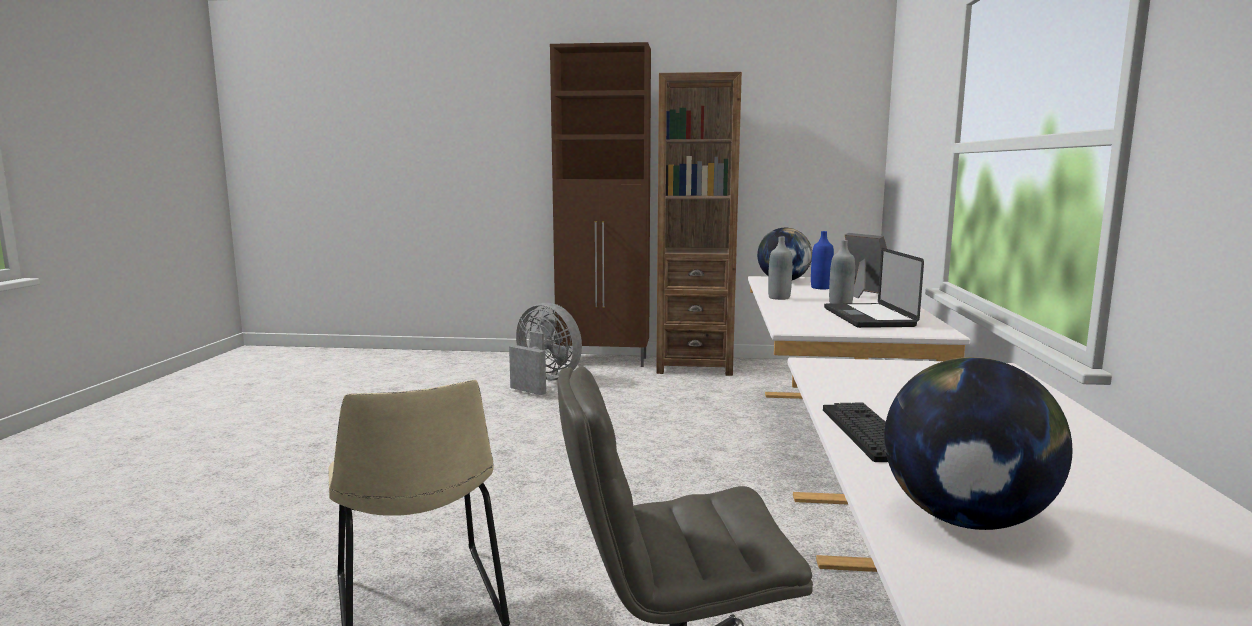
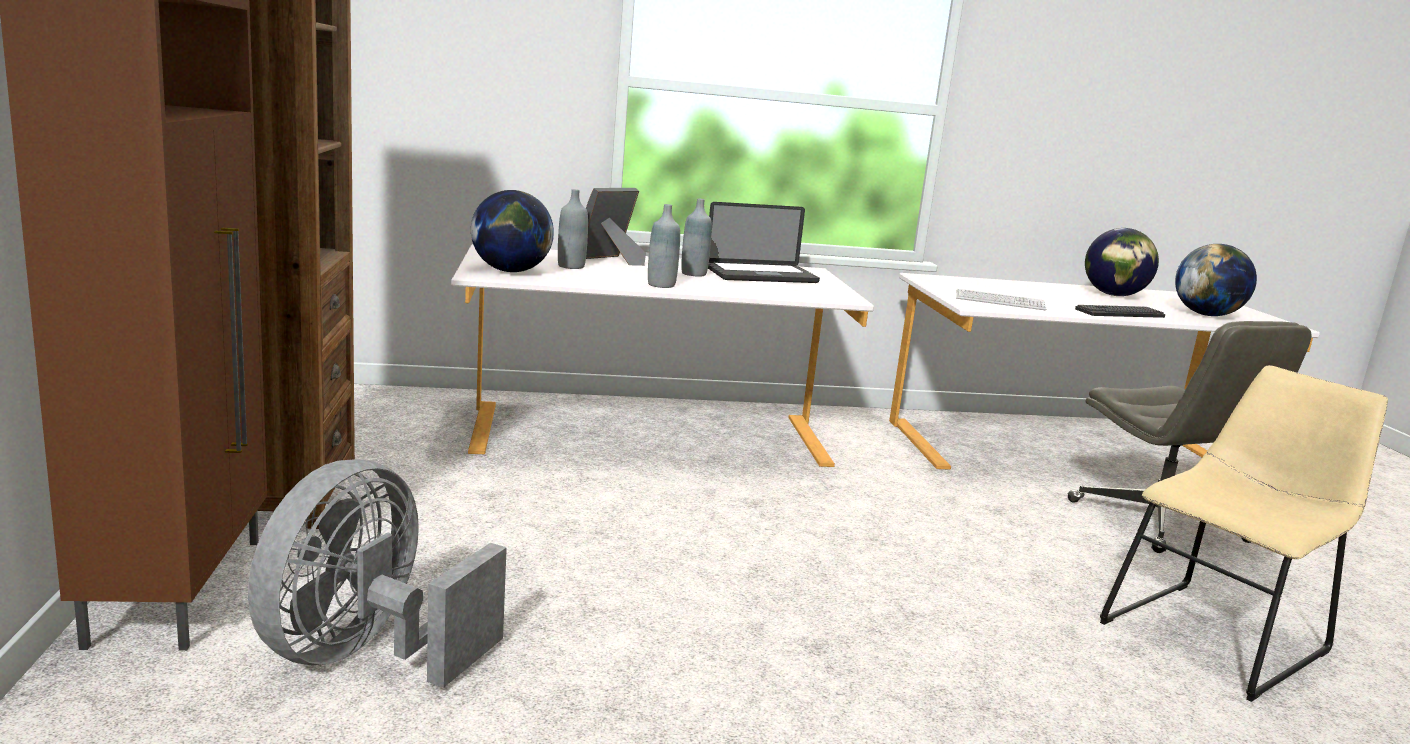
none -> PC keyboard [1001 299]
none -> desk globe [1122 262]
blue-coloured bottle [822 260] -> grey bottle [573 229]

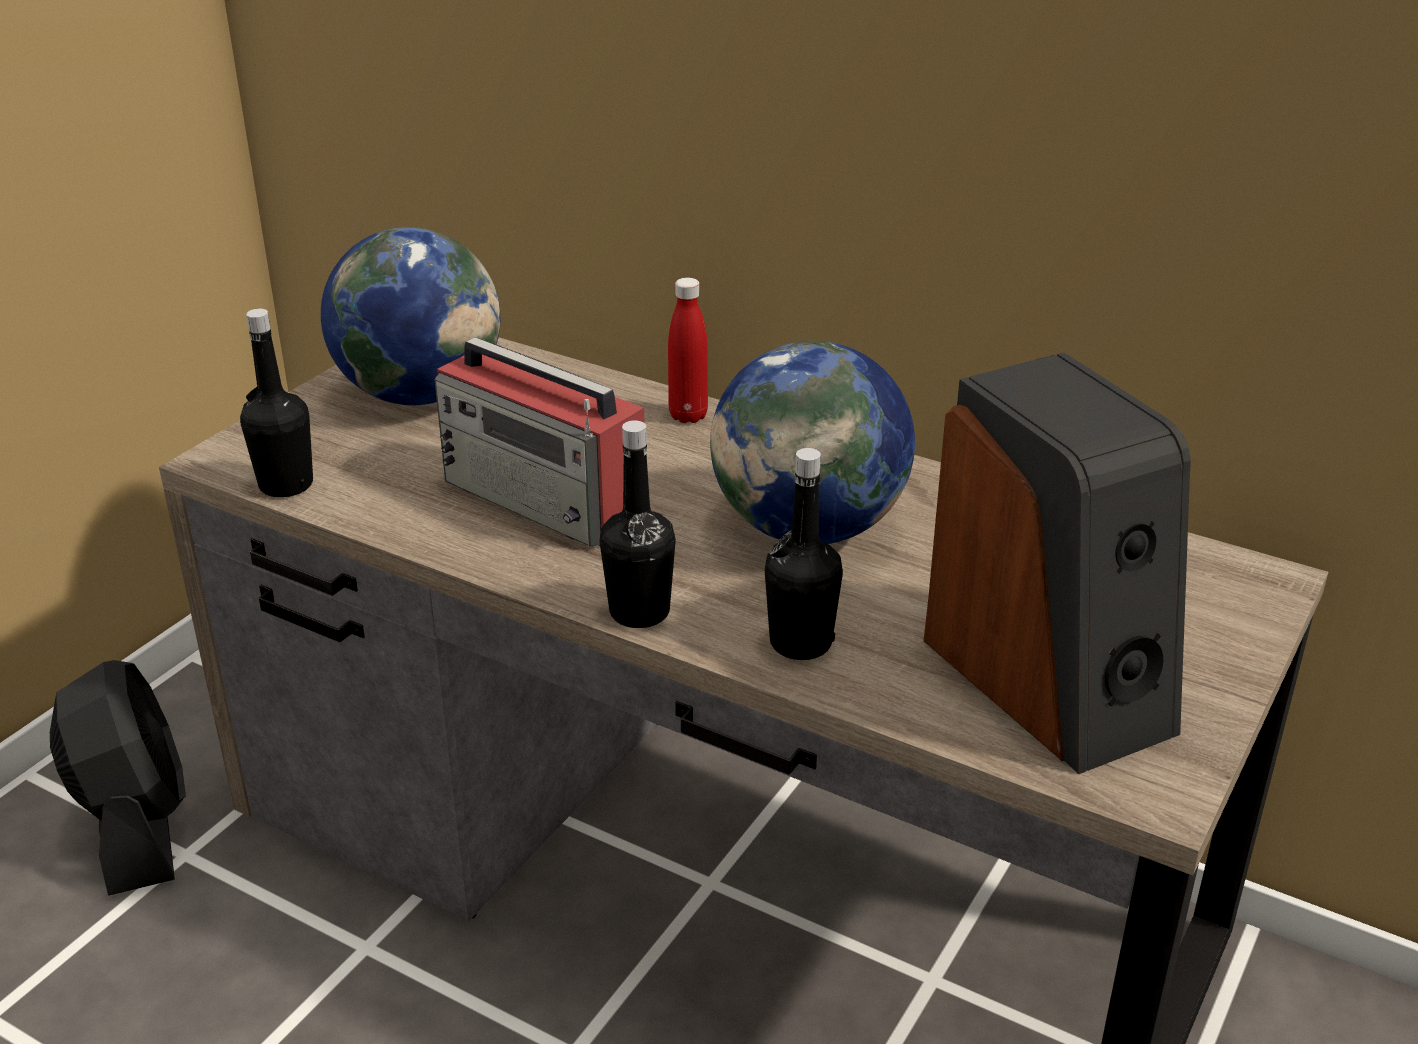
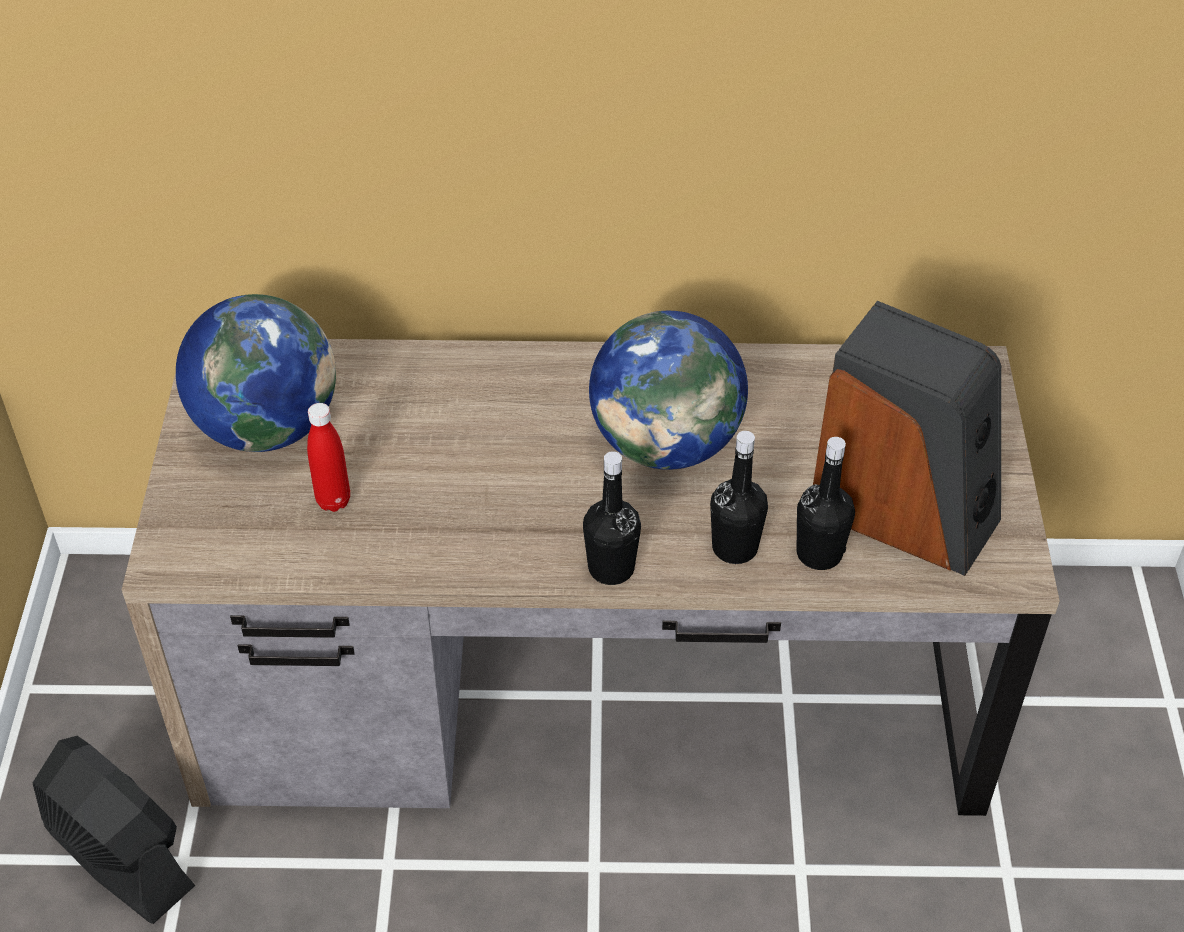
radio [539 442] -> none
black bottle [276 403] -> black bottle [826 503], relocated
red-coloured bottle [688 350] -> red-coloured bottle [328 457], relocated

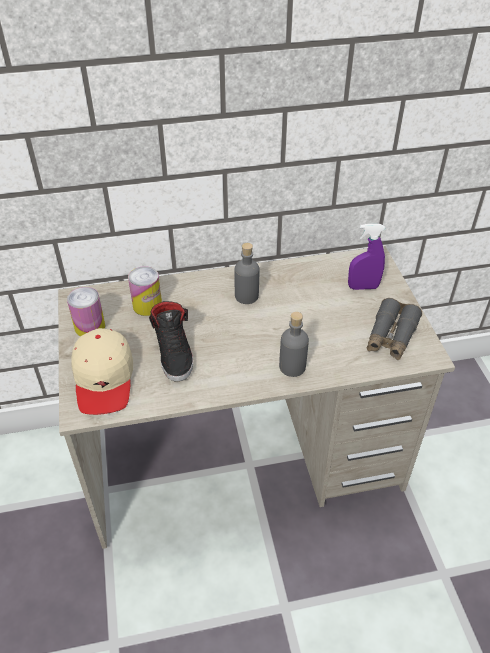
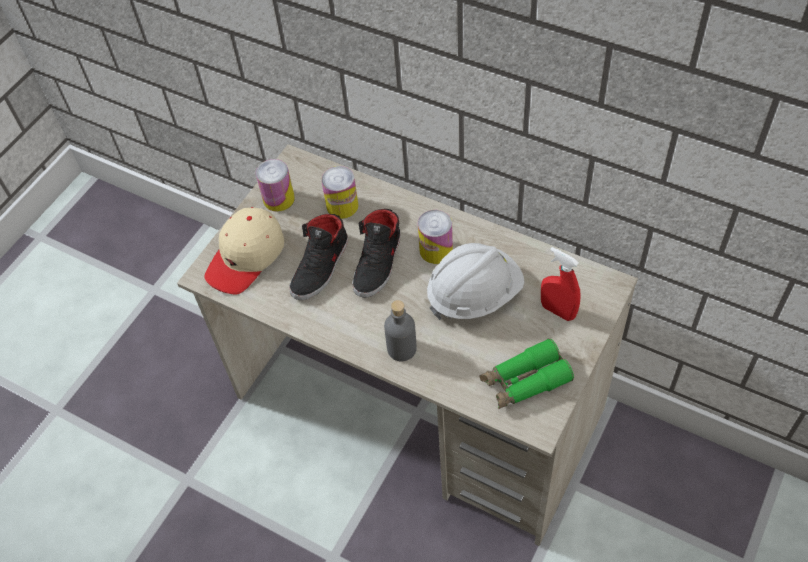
none -> black low shoe [376 253]
none -> whitish work helmet [476 281]
grey bottle [247 273] -> metal can [435 237]
purple sprayer [366 257] -> red-coloured sprayer [561 284]
grey field glasses [394 329] -> greenish field glasses [527 373]

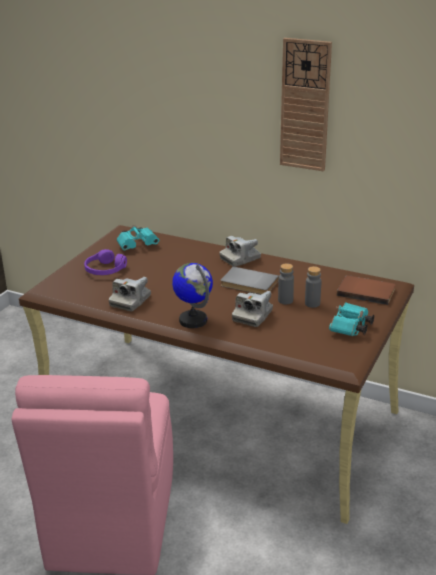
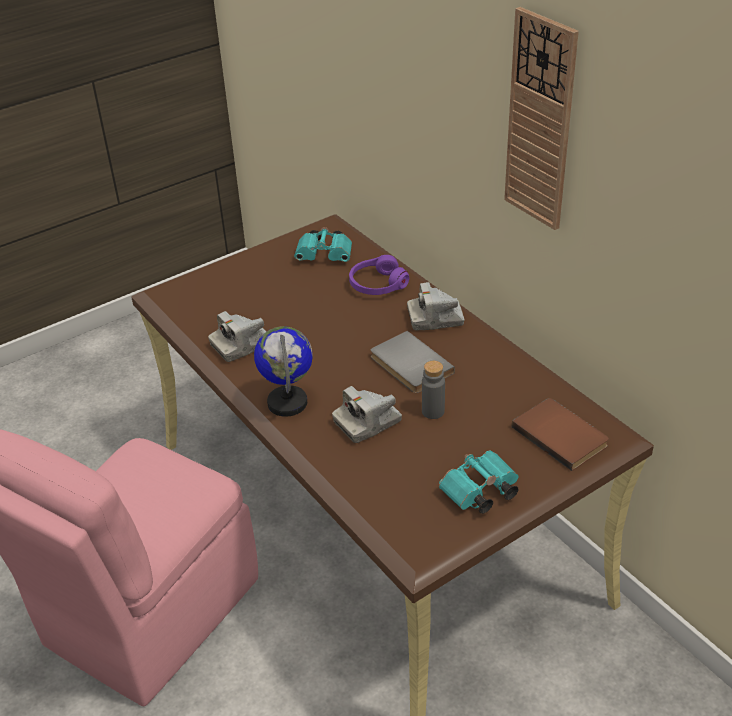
grey bottle [313 287] -> none
purple headset [105 262] -> purple headset [379 275], relocated

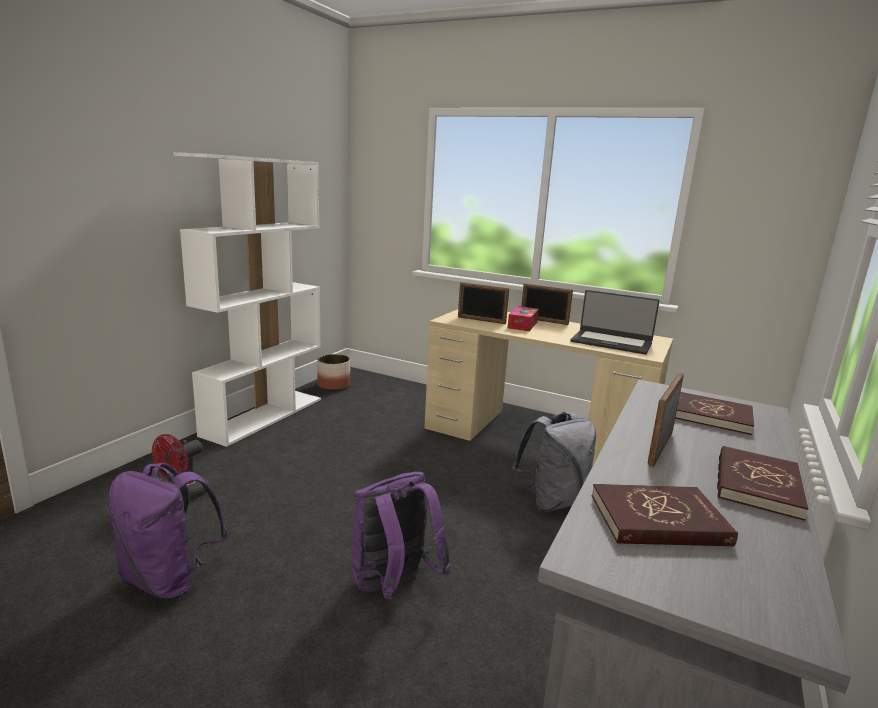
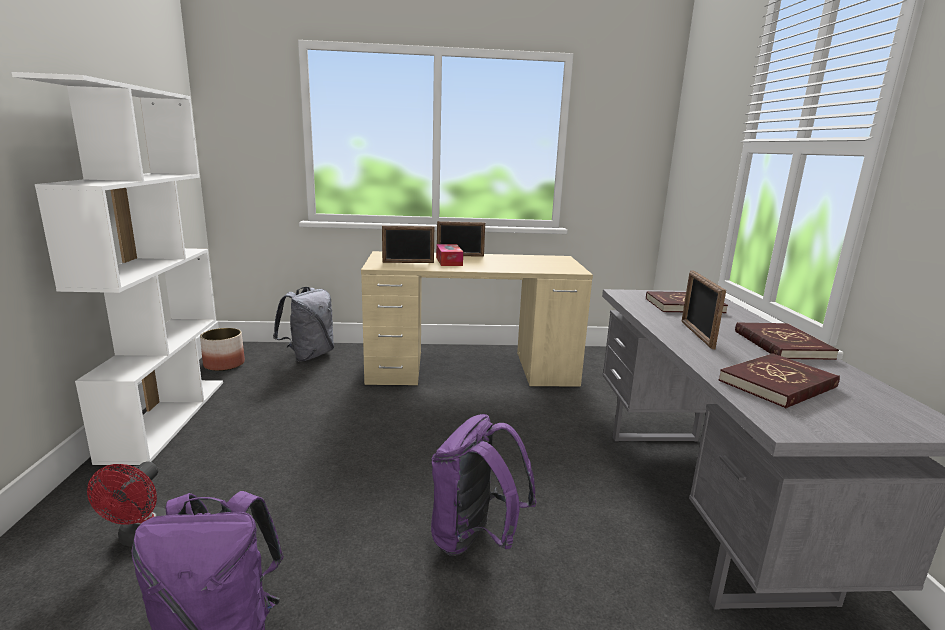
laptop [615 322] -> none
grey knapsack [554 461] -> grey knapsack [303 324], relocated

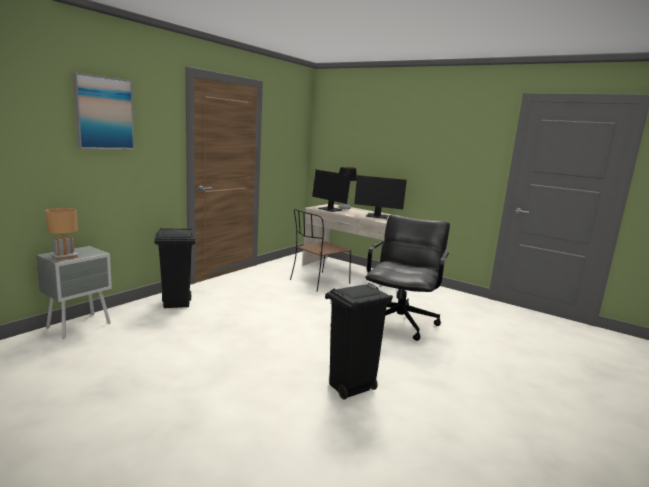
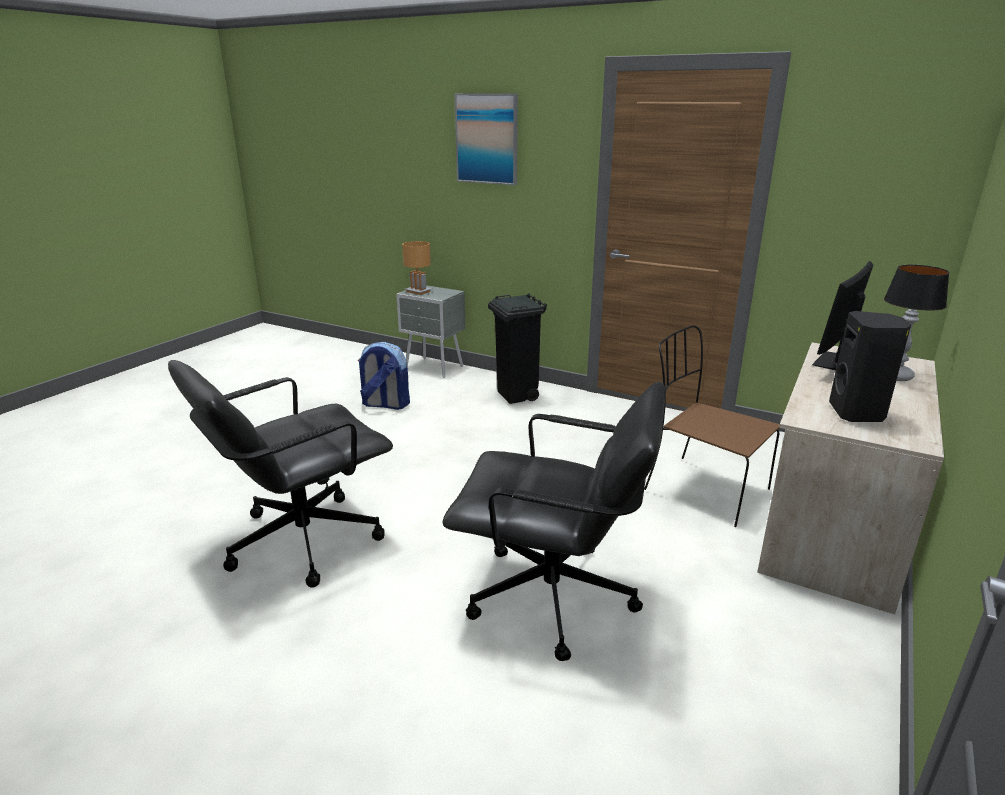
none -> knapsack [384 376]
black rubbish bin [359 341] -> black office chair [280 474]
monitor [380 197] -> black audio speaker [870 366]

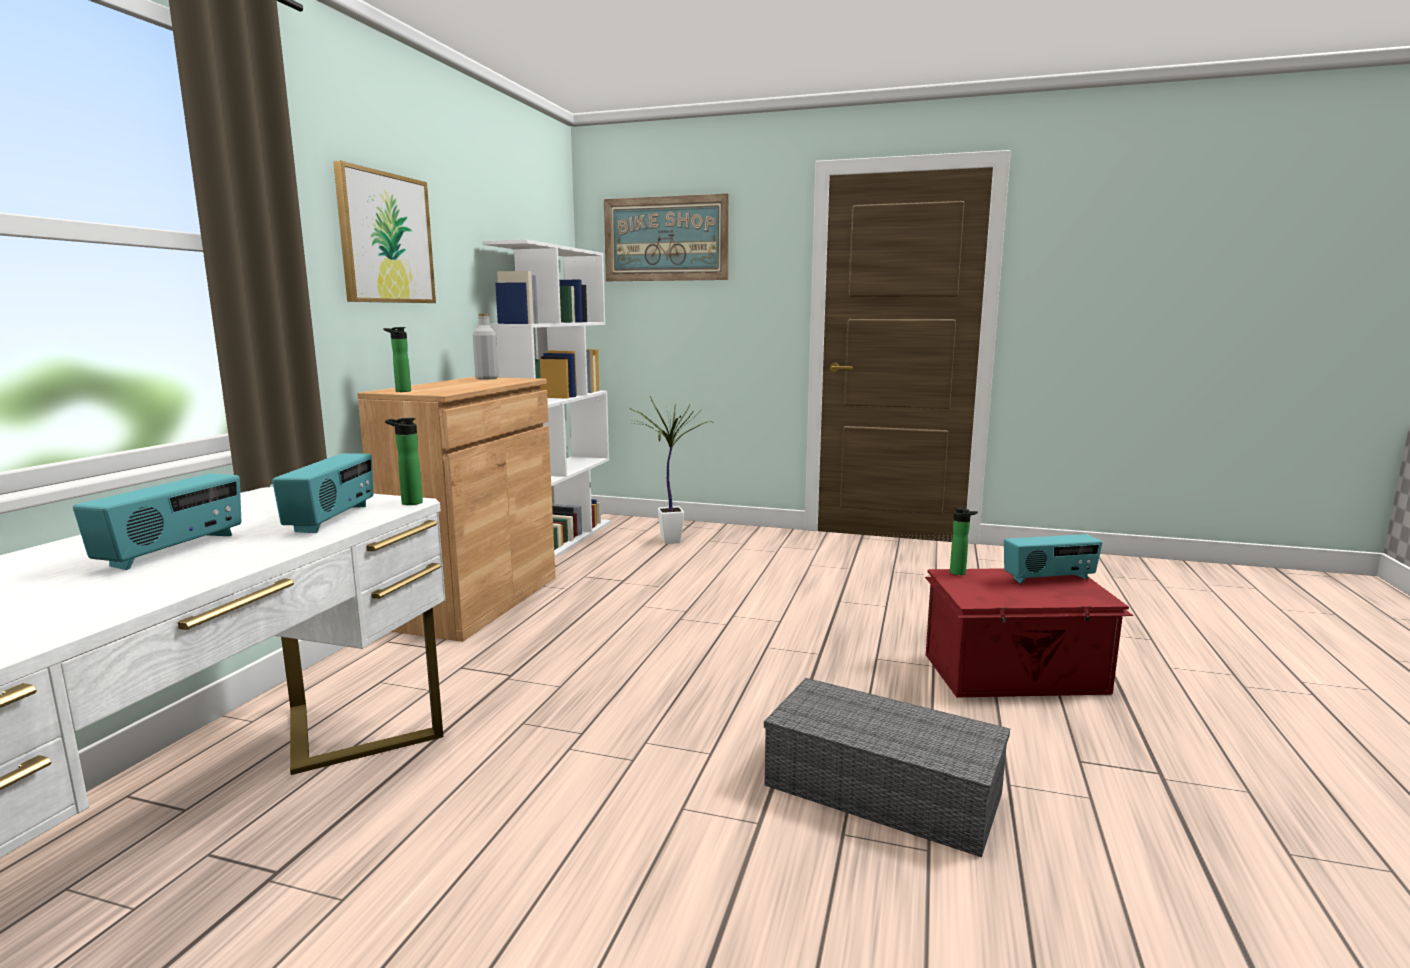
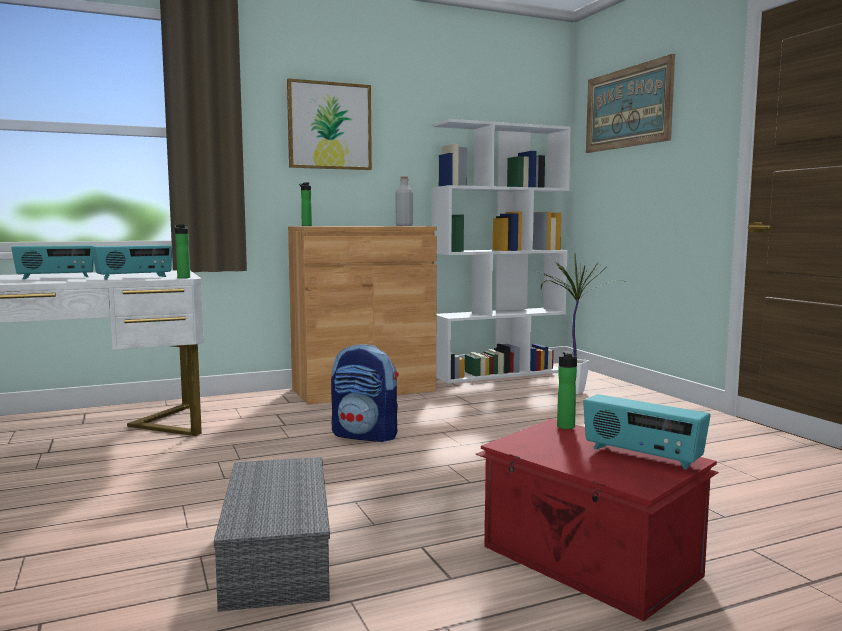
none -> knapsack [365 393]

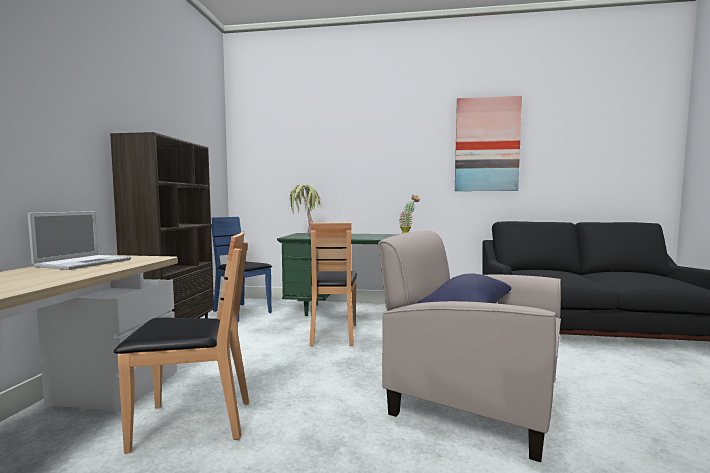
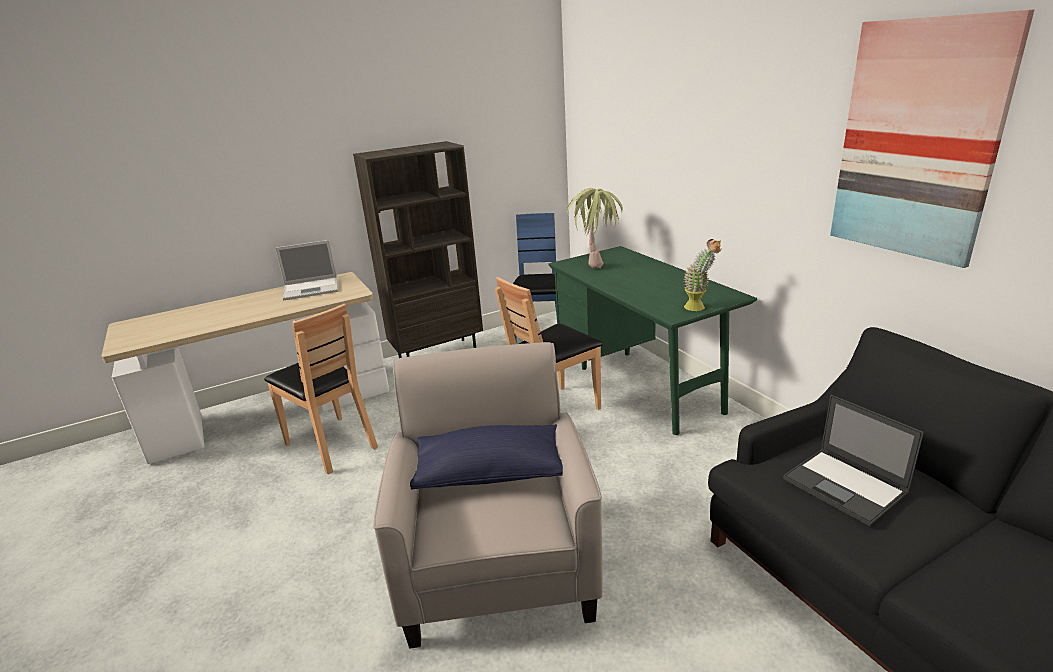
none -> laptop [853 460]

